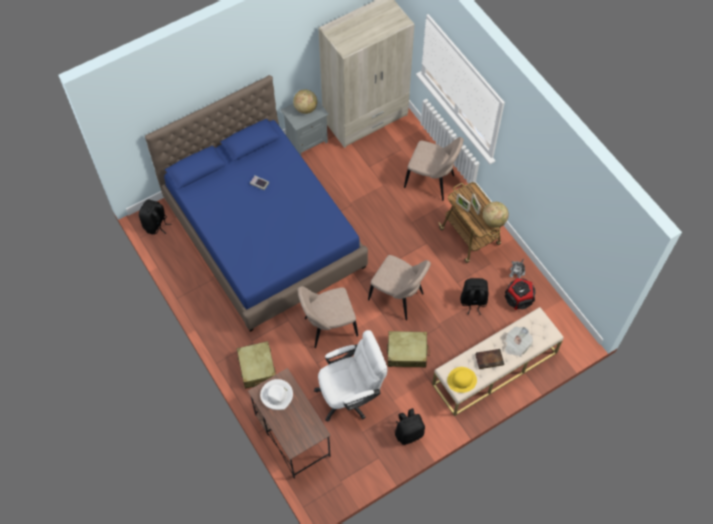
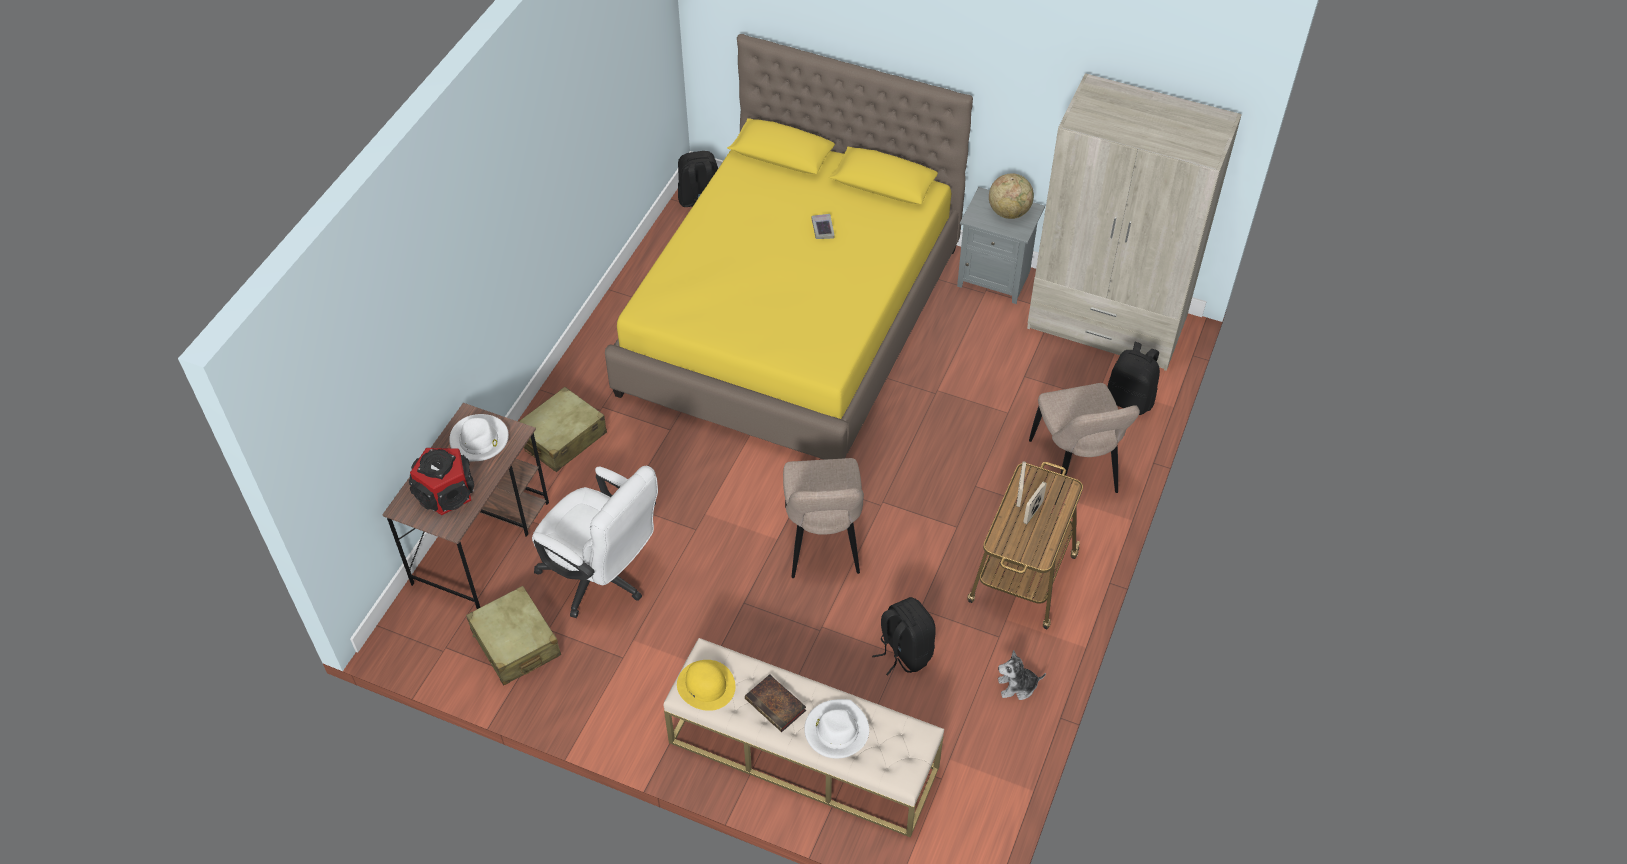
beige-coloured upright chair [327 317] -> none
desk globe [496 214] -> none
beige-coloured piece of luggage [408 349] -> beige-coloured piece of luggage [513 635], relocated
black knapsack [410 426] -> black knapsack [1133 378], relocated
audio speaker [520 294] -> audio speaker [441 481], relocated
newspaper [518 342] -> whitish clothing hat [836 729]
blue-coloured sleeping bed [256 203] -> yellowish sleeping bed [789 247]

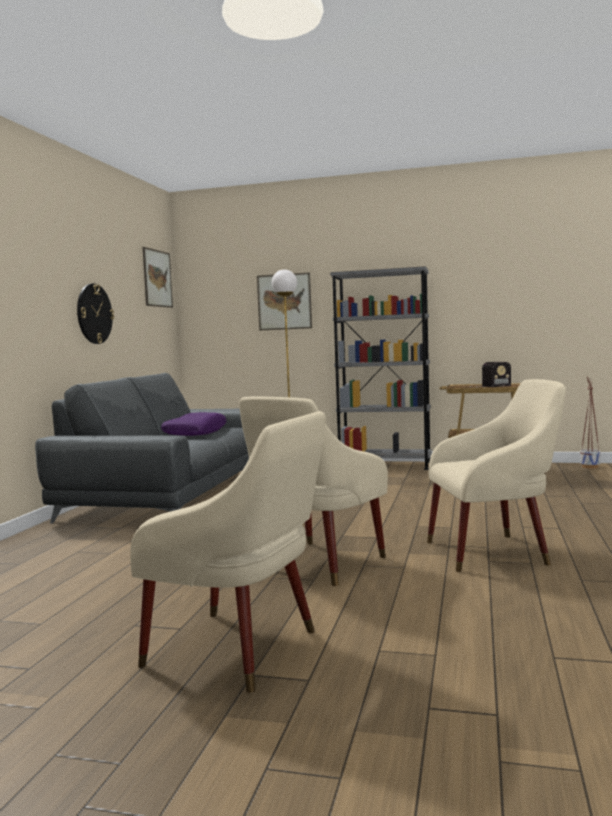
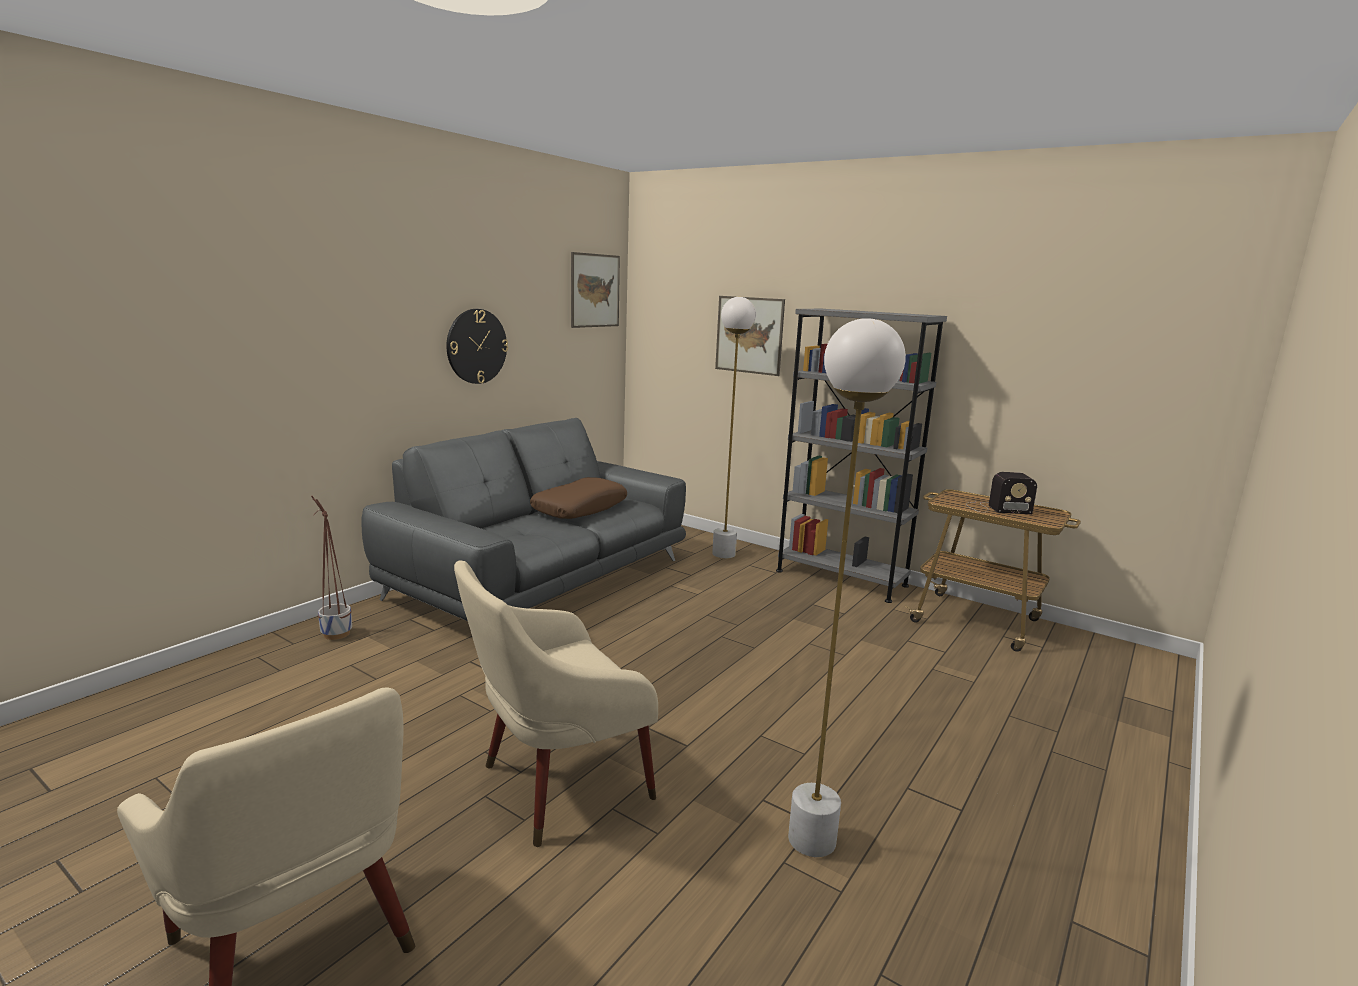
plant pot [590 423] -> plant pot [331 568], relocated
beige-coloured easy chair [496 475] -> whitish standard lamp [847 587]
purple throw pillow [193 424] -> brownish throw pillow [578 498]

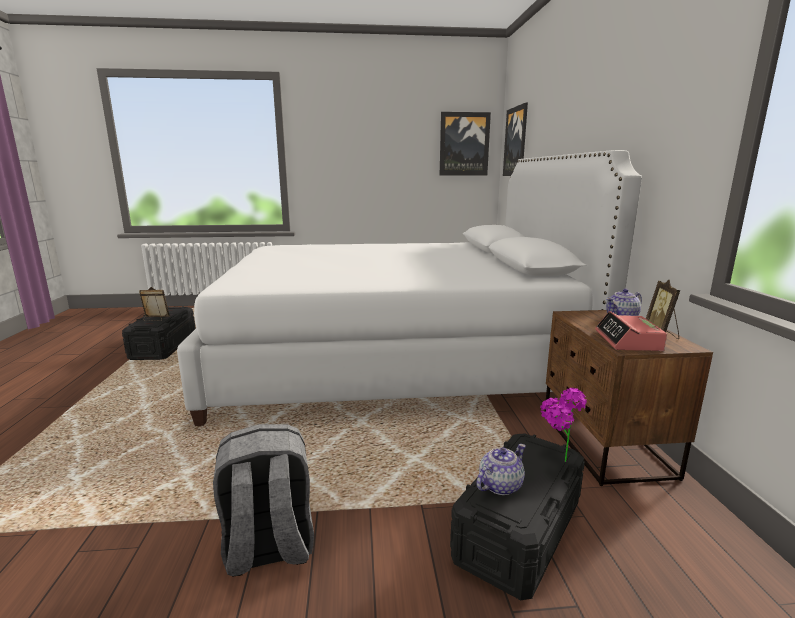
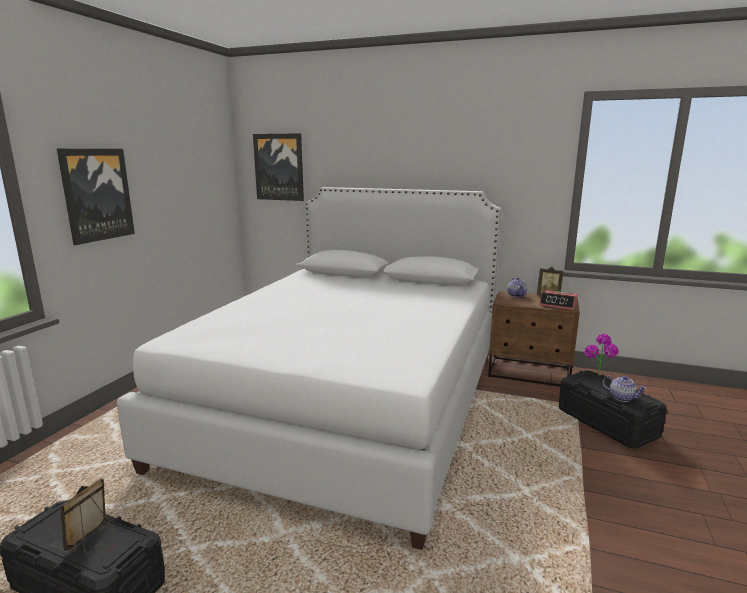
grey knapsack [263 500] -> none
wall art [465 143] -> wall art [96 197], relocated
teapot [501 469] -> teapot [624 389], 150 degrees clockwise

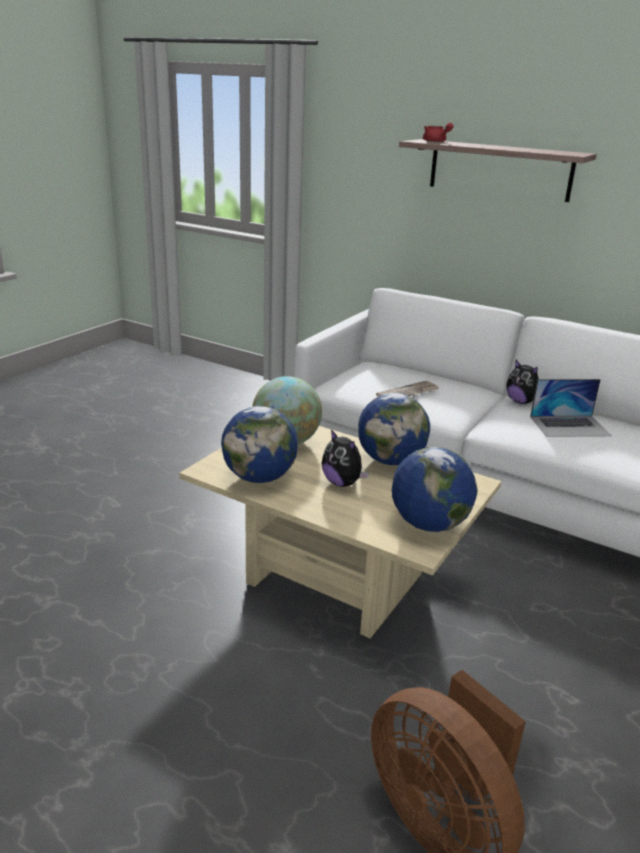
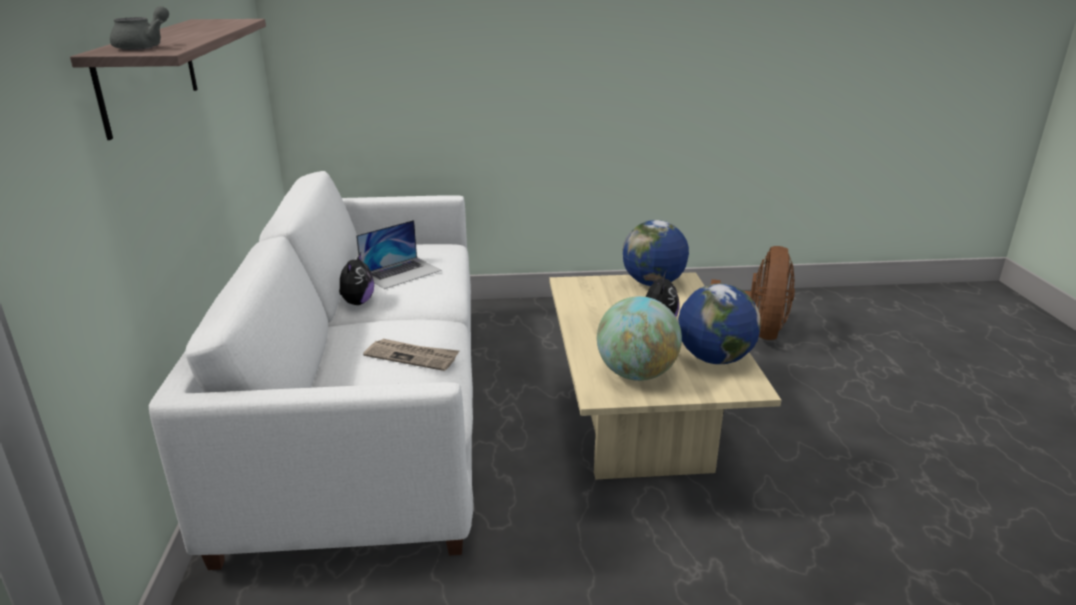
desk globe [394 429] -> none
red-coloured teapot [438 132] -> grey teapot [139 28]
laptop [571 408] -> laptop [398 254], 90 degrees clockwise

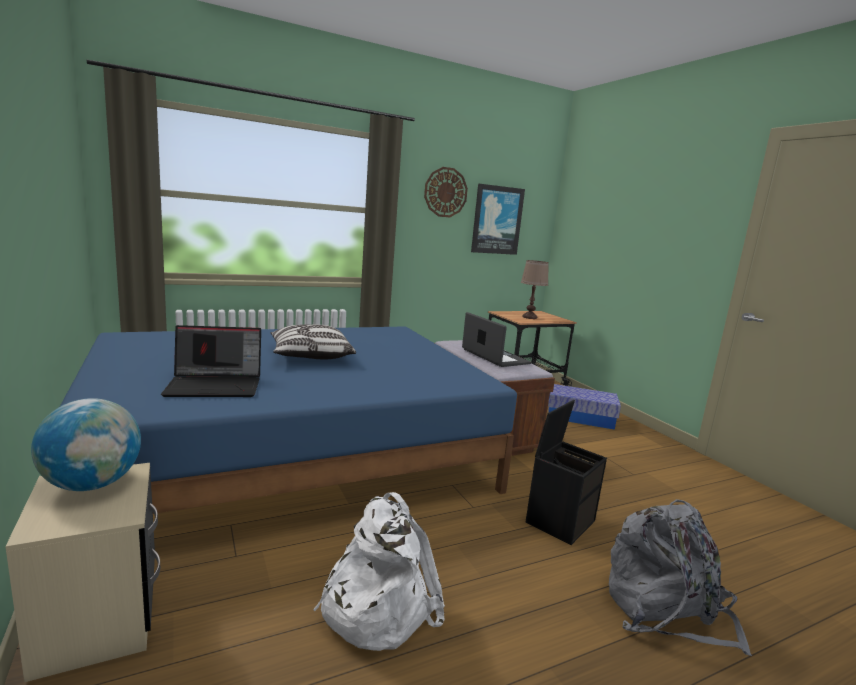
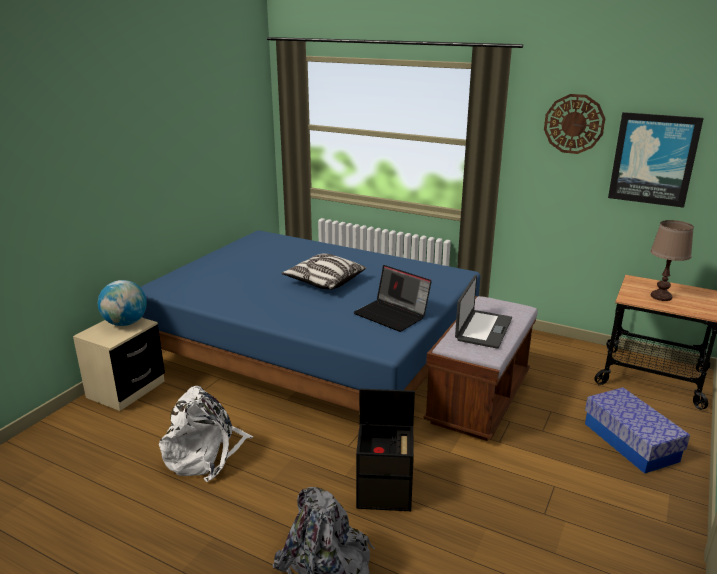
laptop [211 361] -> laptop [393 298], relocated

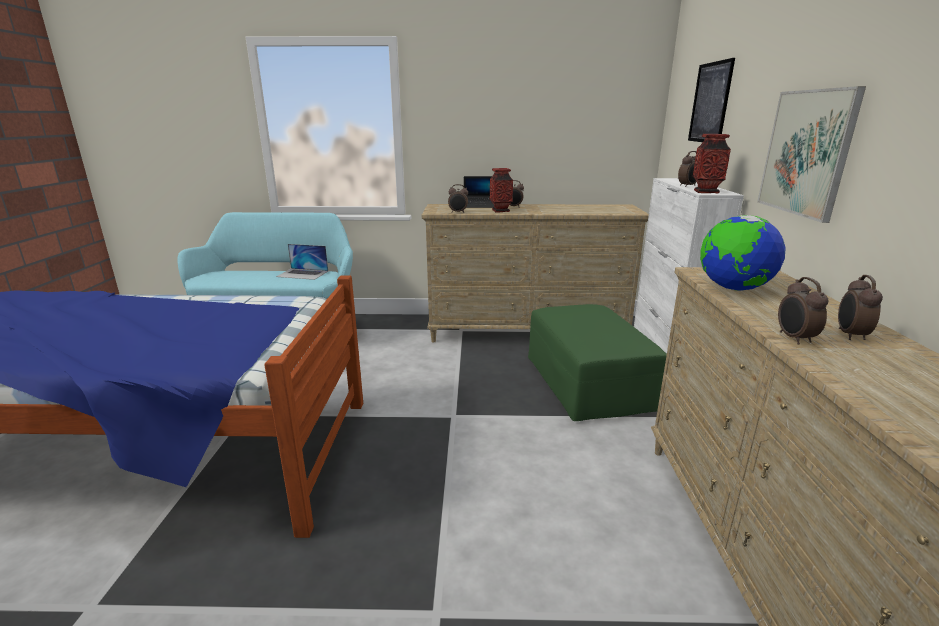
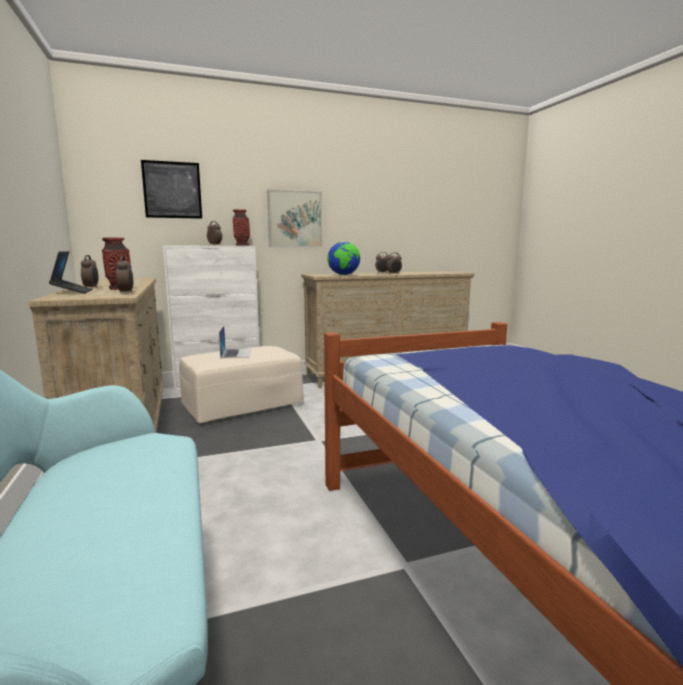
laptop [302 262] -> laptop [235 342], relocated
greenish footrest [597 362] -> beige-coloured footrest [241 384]

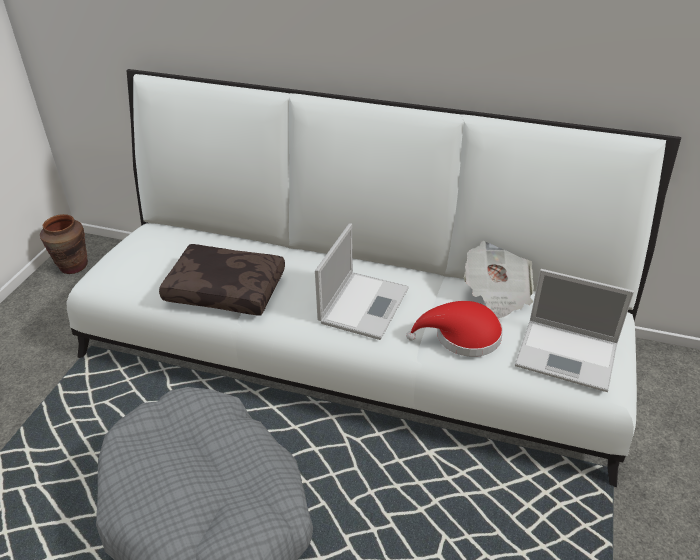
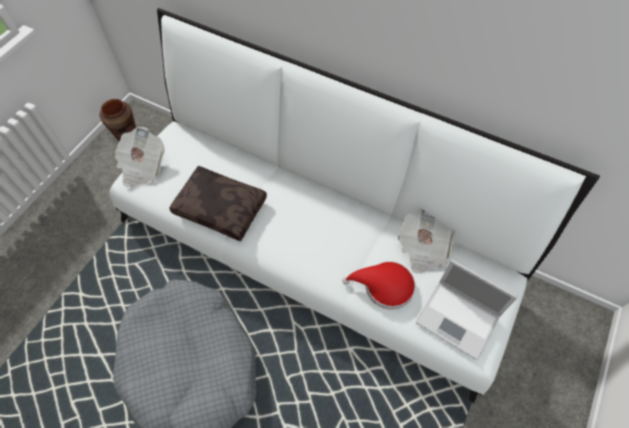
laptop [362 281] -> none
none -> newspaper [139 157]

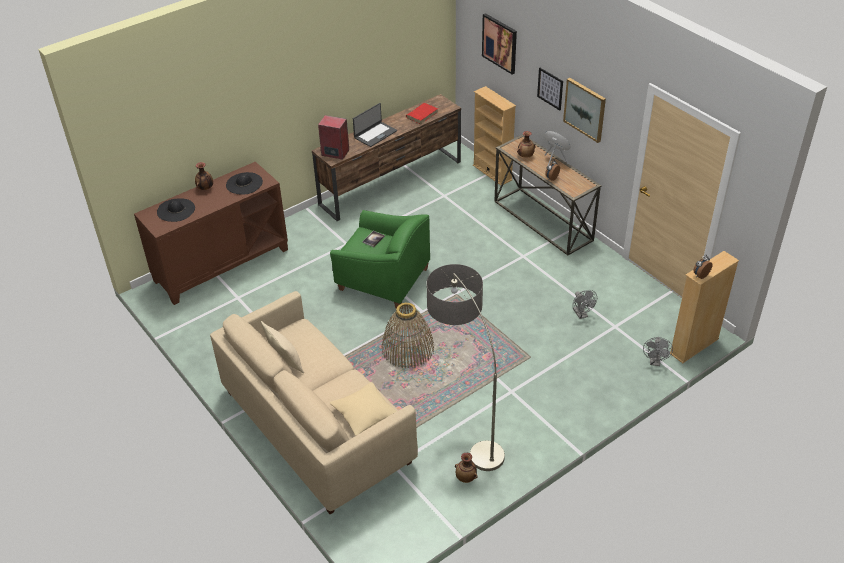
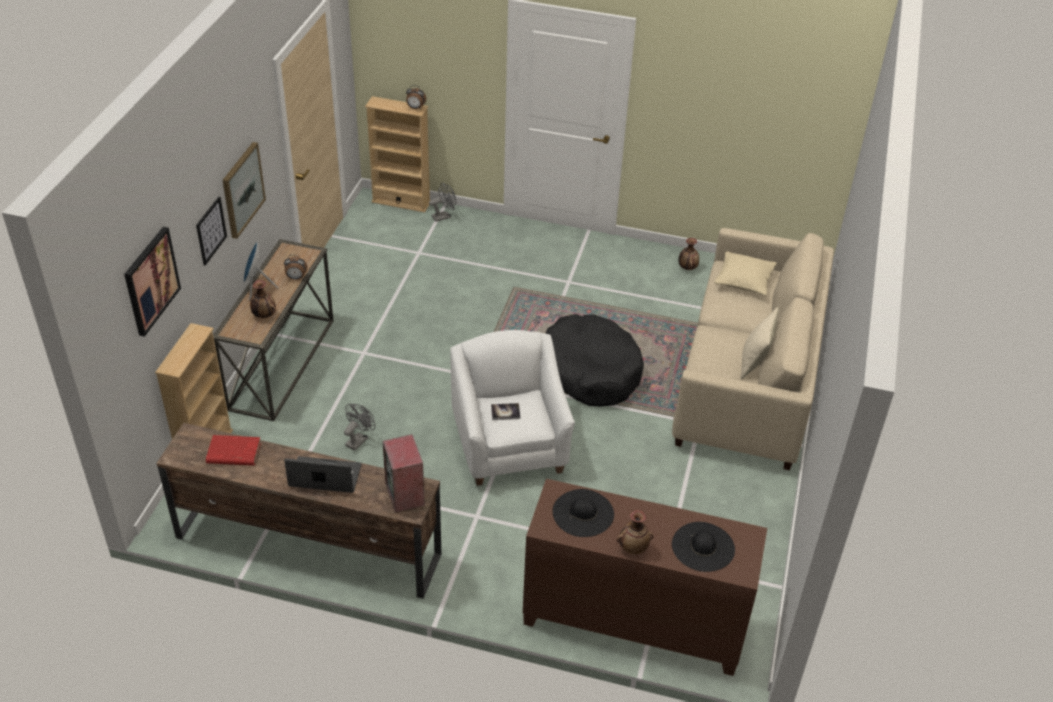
standard lamp [466 367] -> none
grey fan [585 304] -> grey fan [359 427], relocated
household basket [407 335] -> black dog bed [594 360]
greenish easy chair [380 259] -> whitish easy chair [512 408]

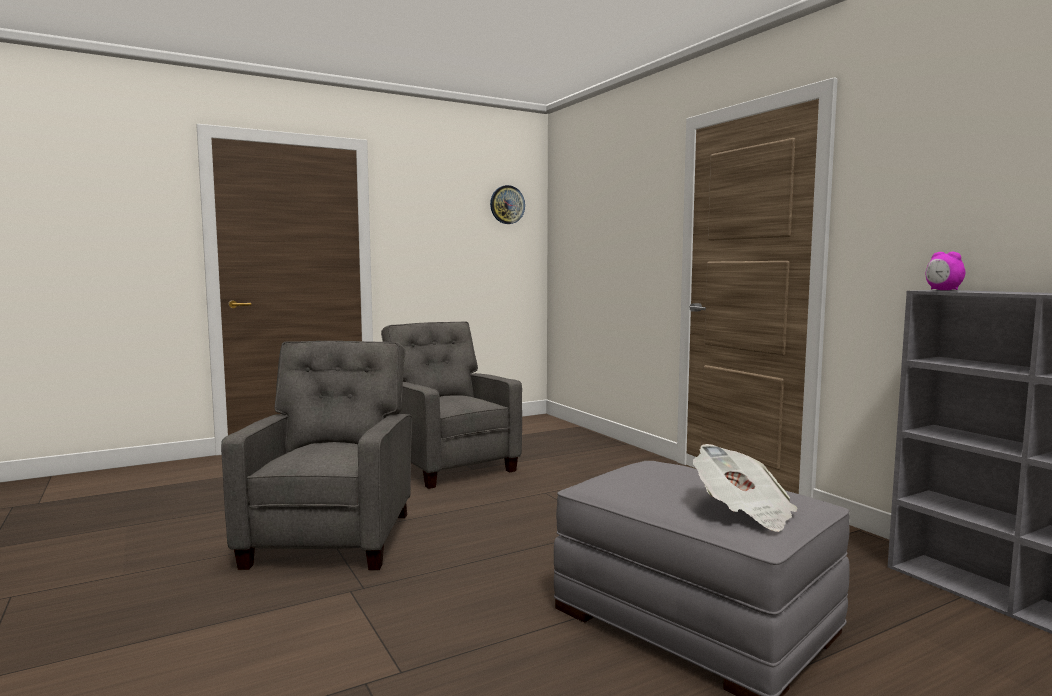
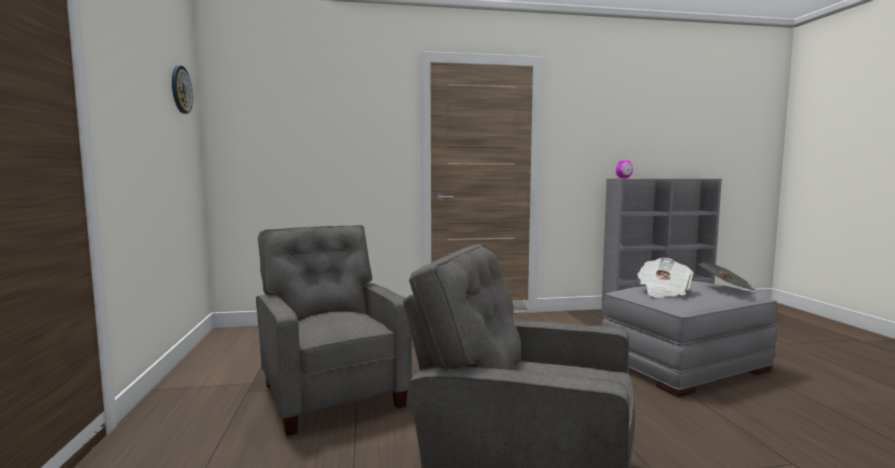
none -> newspaper [665 277]
grey easy chair [451 405] -> grey easy chair [334 330], 75 degrees clockwise

